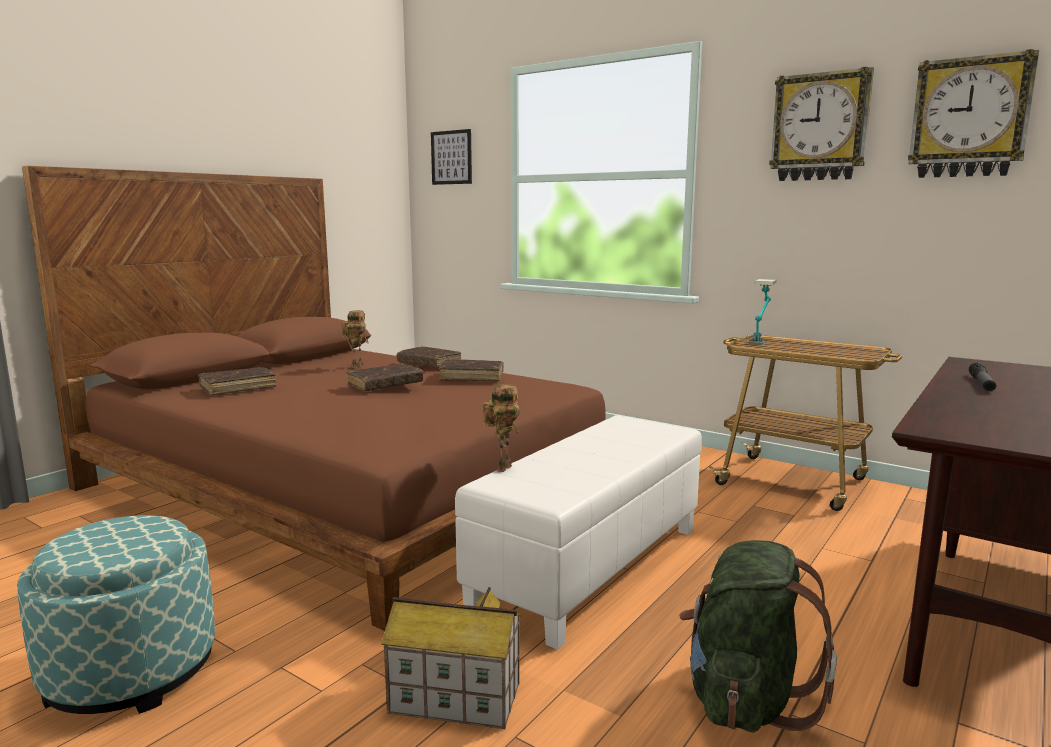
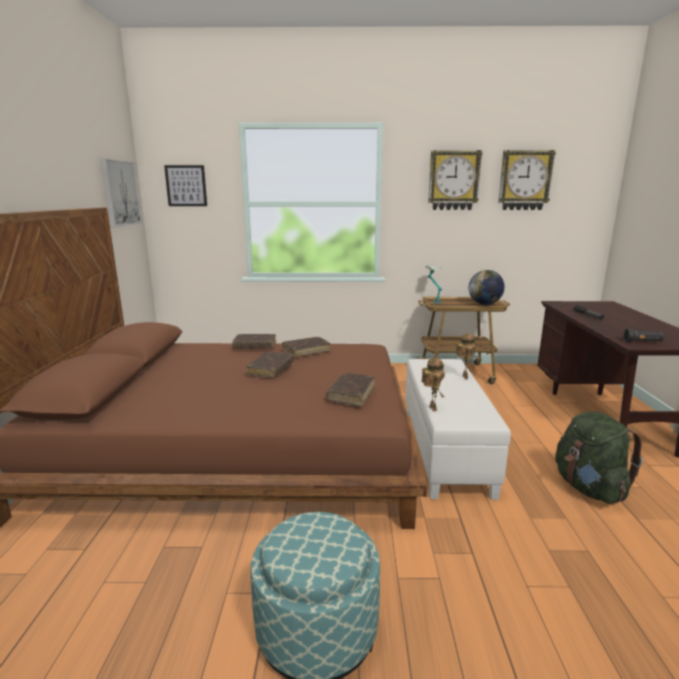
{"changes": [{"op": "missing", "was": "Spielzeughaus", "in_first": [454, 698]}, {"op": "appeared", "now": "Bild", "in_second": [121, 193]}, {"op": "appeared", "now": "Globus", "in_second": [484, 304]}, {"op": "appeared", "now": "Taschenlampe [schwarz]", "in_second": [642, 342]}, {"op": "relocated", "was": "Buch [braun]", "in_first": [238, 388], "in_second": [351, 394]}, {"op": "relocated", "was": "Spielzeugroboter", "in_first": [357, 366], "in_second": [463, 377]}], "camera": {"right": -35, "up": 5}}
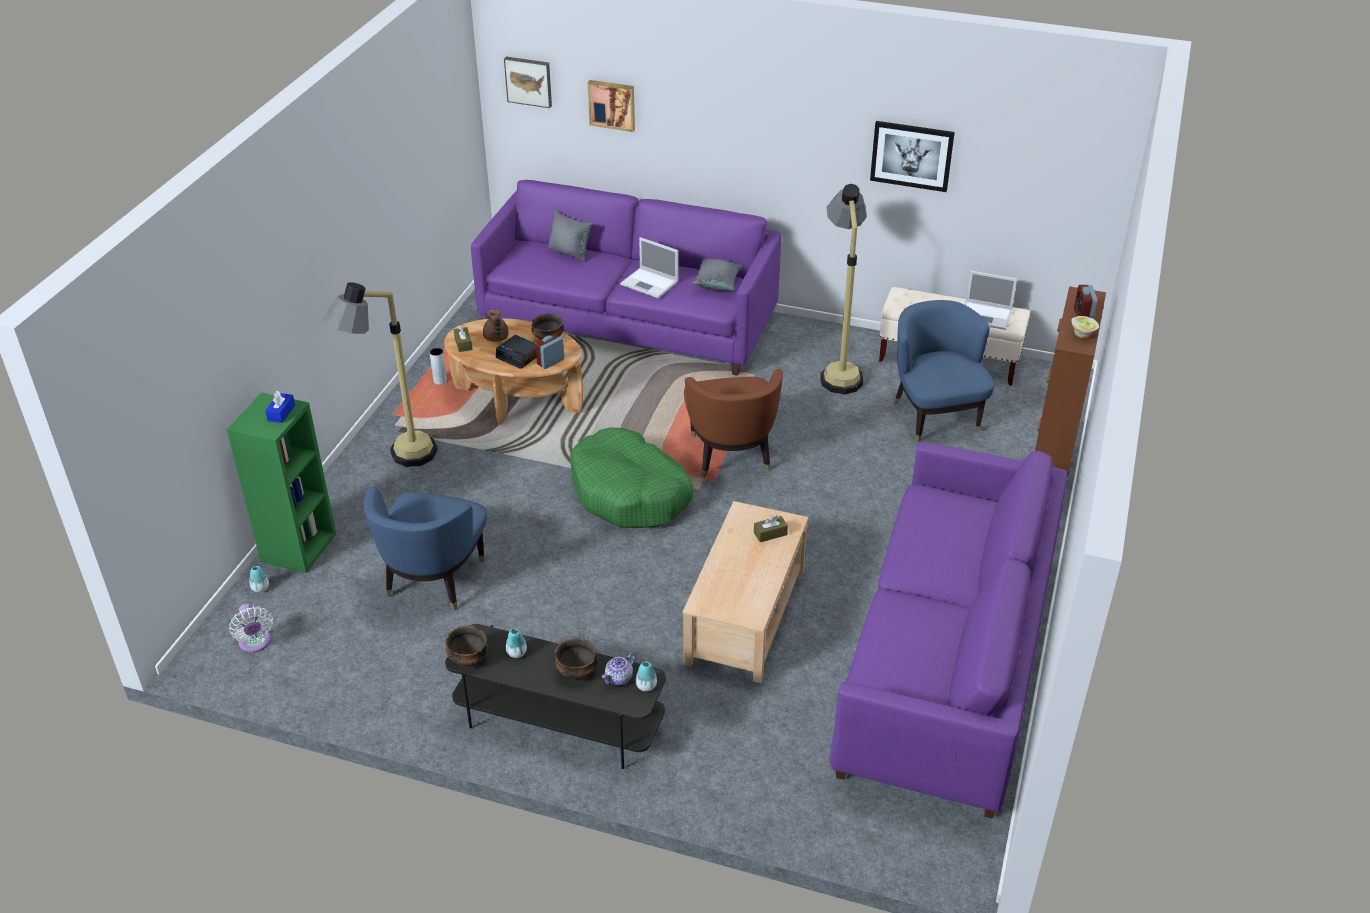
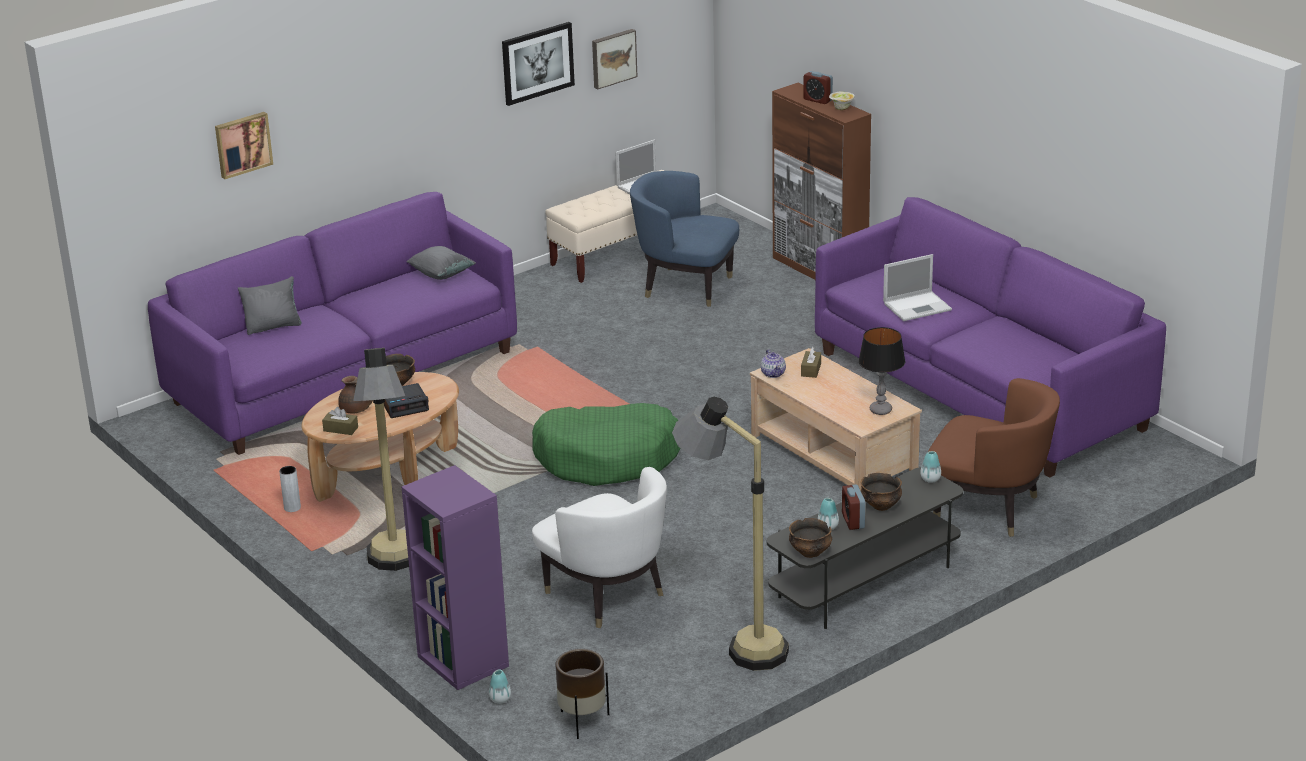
{"changes": [{"op": "missing", "was": "Taschentuchbox [blau]", "in_first": [281, 413]}, {"op": "appeared", "now": "Tischlampe", "in_second": [880, 410]}, {"op": "relocated", "was": "Bild", "in_first": [529, 81], "in_second": [613, 58]}, {"op": "relocated", "was": "Wecker", "in_first": [550, 362], "in_second": [853, 521]}, {"op": "relocated", "was": "Teekanne", "in_first": [619, 678], "in_second": [773, 373]}, {"op": "relocated", "was": "Laptop", "in_first": [650, 283], "in_second": [918, 306]}, {"op": "relocated", "was": "Sessel [braun]", "in_first": [730, 454], "in_second": [989, 508]}, {"op": "relocated", "was": "Stehlampe", "in_first": [838, 369], "in_second": [734, 645]}, {"op": "exchanged", "was": "Ventilator [weiß]", "now": "Pflanzkübel [braun]", "in_first": [255, 643], "in_second": [582, 721]}, {"op": "colour", "was": "Bücherregal [grün]", "now": "Bücherregal [lila]", "in_first": [298, 547], "in_second": [461, 661]}, {"op": "colour", "was": "Sessel [blau]", "now": "Sessel [weiß]", "in_first": [434, 579], "in_second": [606, 595]}], "camera": {"right": -55, "up": -10}}
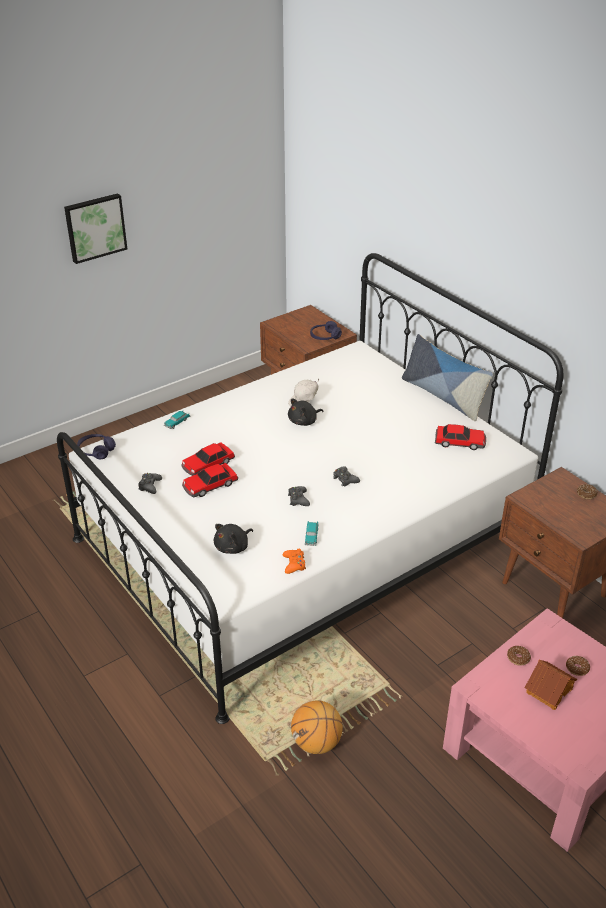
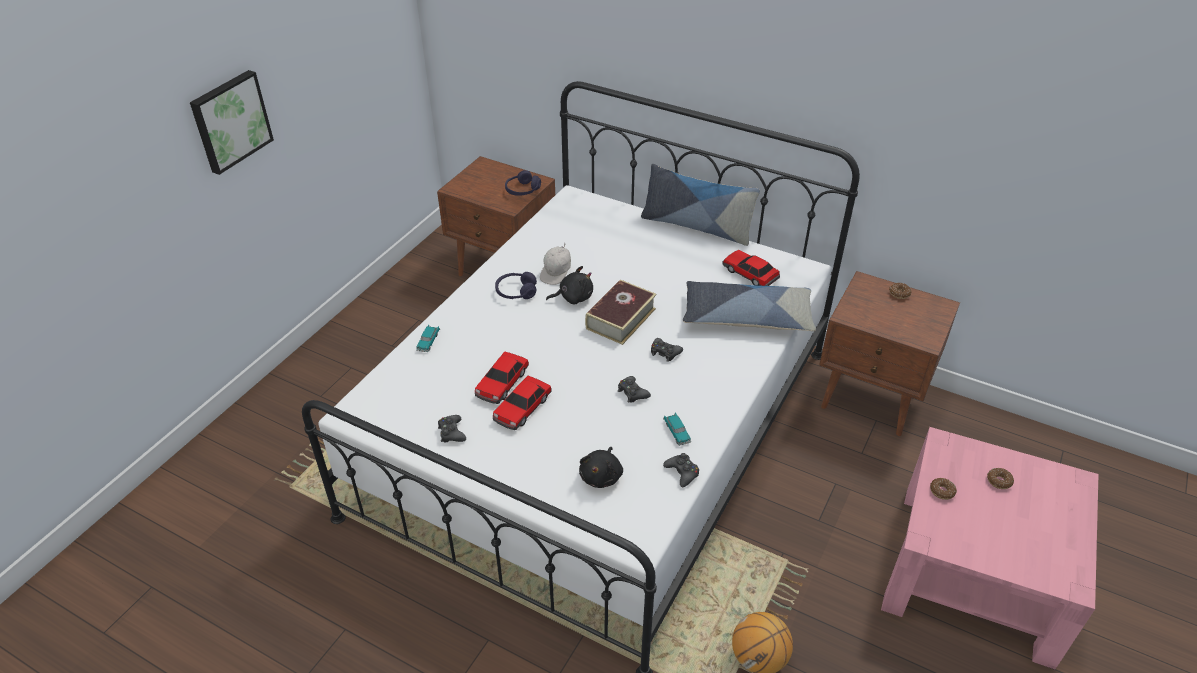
{"changes": [{"op": "missing", "was": "Spielzeughaus", "in_first": [548, 690]}, {"op": "appeared", "now": "Buch", "in_second": [620, 318]}, {"op": "appeared", "now": "Kissen", "in_second": [746, 316]}, {"op": "relocated", "was": "Kopfhörer [lila]", "in_first": [96, 451], "in_second": [516, 292]}, {"op": "colour", "was": "Gamepad [orange]", "now": "Gamepad [schwarz]", "in_first": [294, 564], "in_second": [682, 472]}, {"op": "spun", "was": "Plüschtier [schwarz]", "in_first": [304, 421], "in_second": [573, 297], "clockwise": -135}, {"op": "spun", "was": "Spielzeugauto", "in_first": [460, 442], "in_second": [749, 274], "clockwise": -120}], "camera": {"right": -25, "up": 5}}
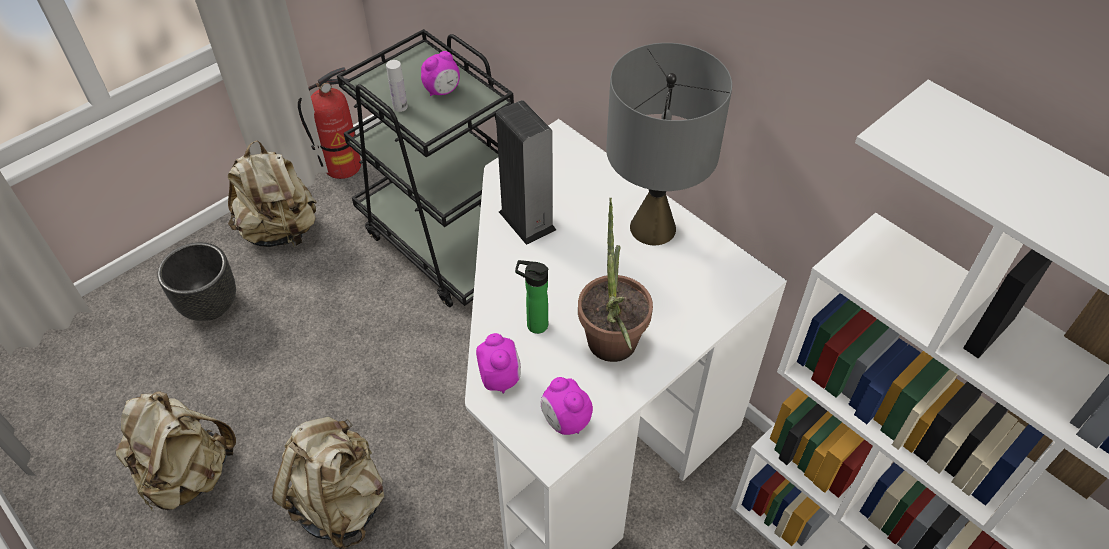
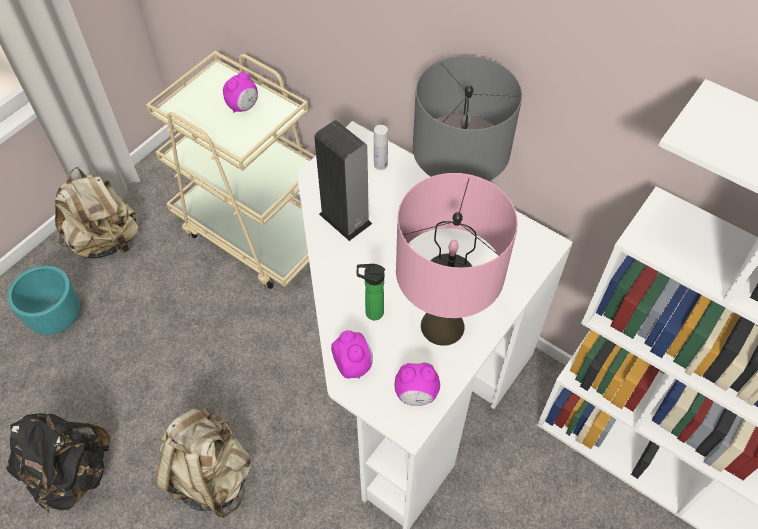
{"changes": [{"op": "missing", "was": "Feuerlöscher", "in_first": [343, 166]}, {"op": "relocated", "was": "Flasche [weiß]", "in_first": [400, 107], "in_second": [380, 164]}, {"op": "exchanged", "was": "Topfpflanze", "now": "Tischlampe [rosa]", "in_first": [611, 351], "in_second": [442, 326]}, {"op": "colour", "was": "Rucksack [beige]", "now": "Rucksack [schwarz]", "in_first": [188, 474], "in_second": [72, 473]}, {"op": "colour", "was": "Pflanzkübel [schwarz]", "now": "Pflanzkübel [türkis]", "in_first": [211, 306], "in_second": [59, 318]}, {"op": "colour", "was": "Rollwagen [schwarz]", "now": "Rollwagen [beige]", "in_first": [446, 242], "in_second": [256, 231]}, {"op": "spun", "was": "Wecker", "in_first": [565, 421], "in_second": [416, 395], "clockwise": -45}], "camera": {"right": -10, "up": 5}}
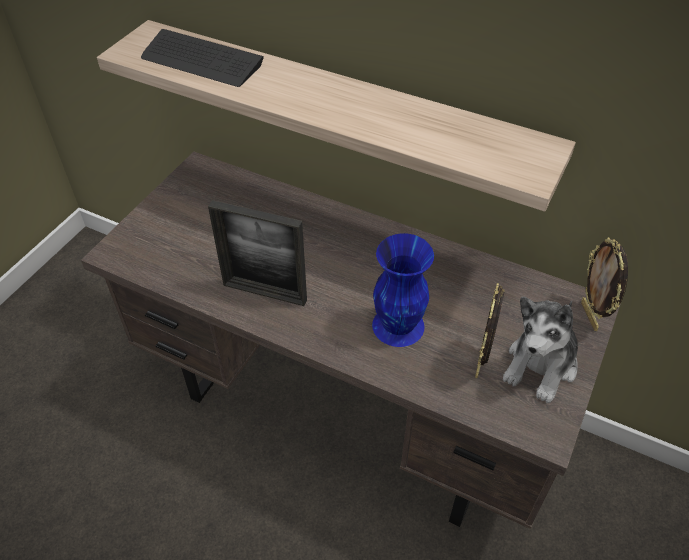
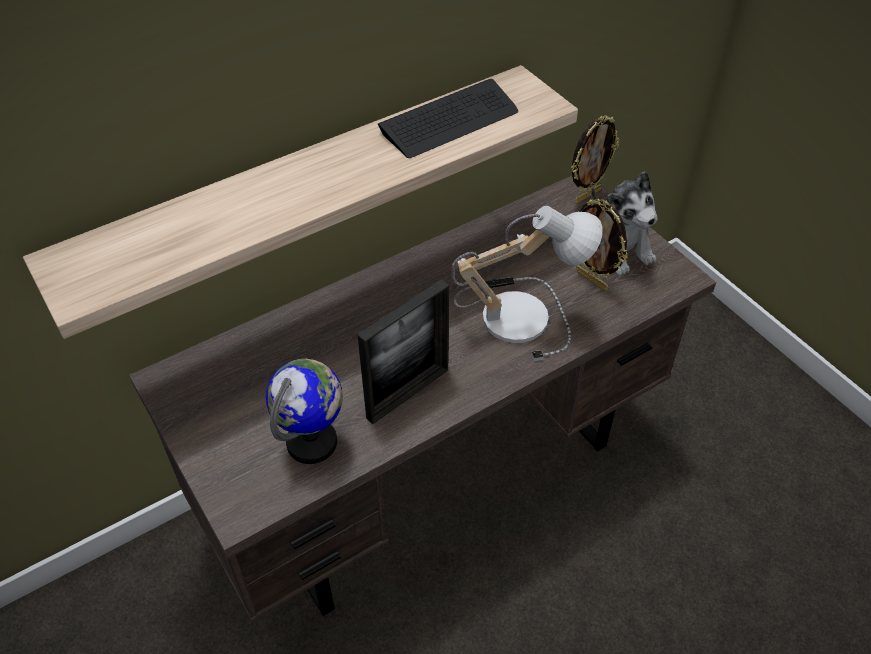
{"changes": [{"op": "appeared", "now": "Globus", "in_second": [312, 442]}, {"op": "relocated", "was": "Tastatur", "in_first": [201, 60], "in_second": [449, 121]}, {"op": "exchanged", "was": "Vase [blau]", "now": "Tischlampe", "in_first": [398, 325], "in_second": [518, 312]}, {"op": "spun", "was": "Bilderrahmen", "in_first": [590, 316], "in_second": [587, 195], "clockwise": -60}], "camera": {"right": -60, "up": 0}}
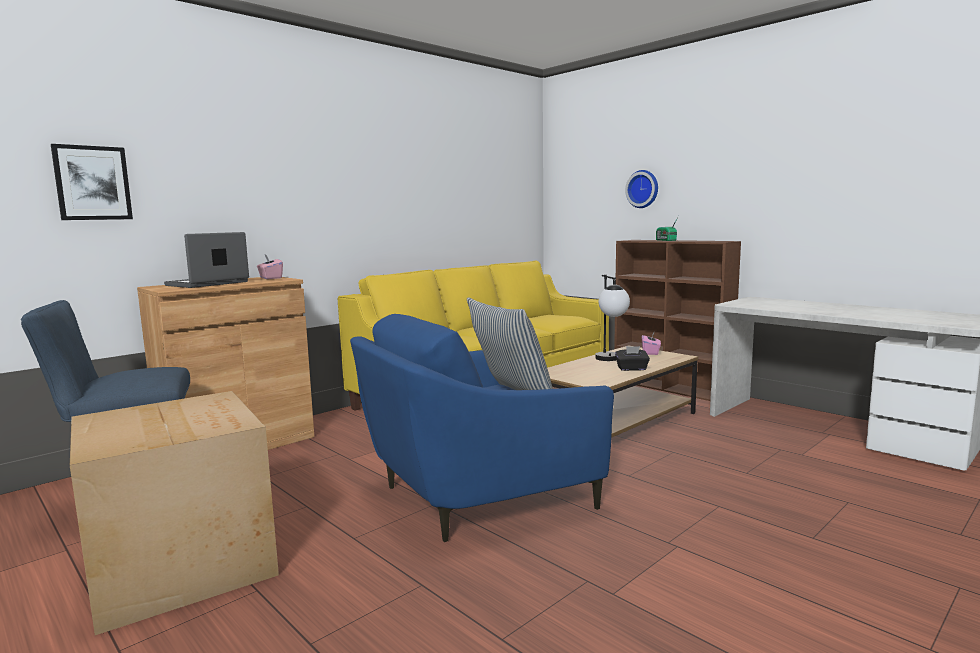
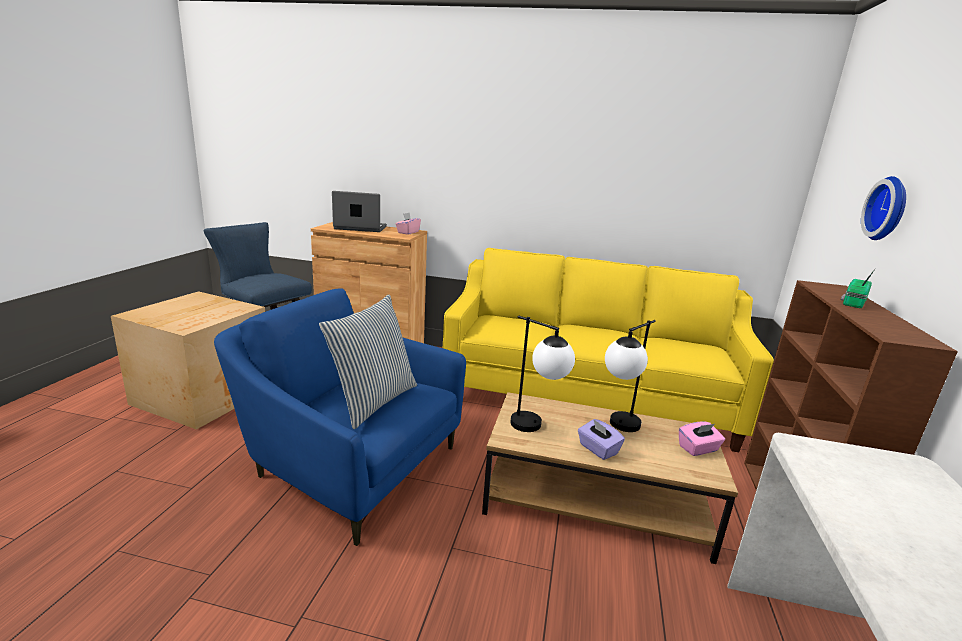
{"changes": [{"op": "missing", "was": "Bild", "in_first": [92, 183]}, {"op": "appeared", "now": "Tischlampe", "in_second": [536, 428]}, {"op": "colour", "was": "Taschentuchbox [schwarz]", "now": "Taschentuchbox [lila]", "in_first": [632, 369], "in_second": [597, 449]}], "camera": {"right": 55, "up": 10}}
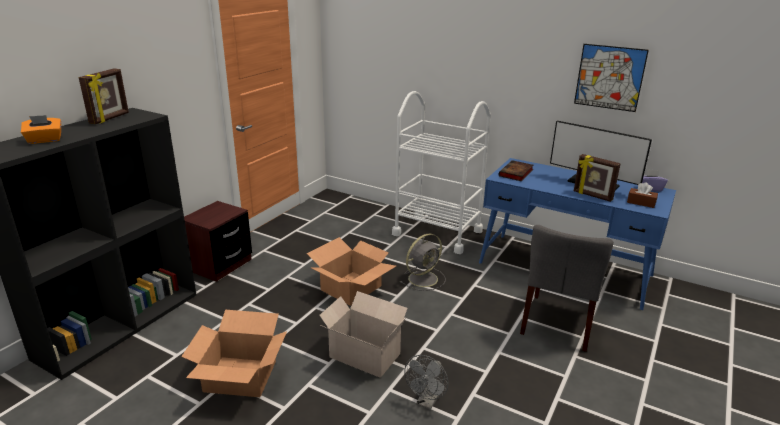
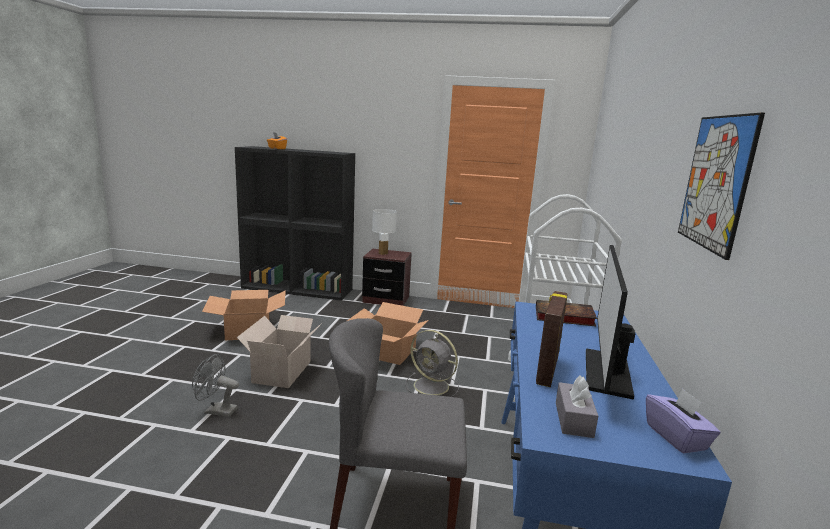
{"changes": [{"op": "missing", "was": "Bilderrahmen", "in_first": [110, 118]}, {"op": "appeared", "now": "Tischlampe [weiß]", "in_second": [383, 253]}, {"op": "colour", "was": "Taschentuchbox [braun]", "now": "Taschentuchbox [grau]", "in_first": [641, 203], "in_second": [573, 419]}], "camera": {"right": 70, "up": -10}}
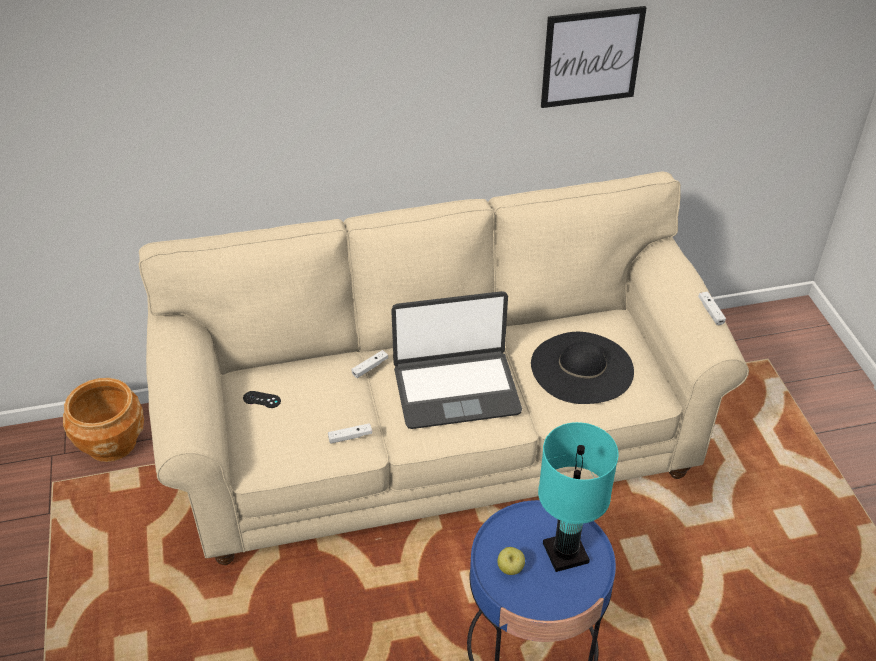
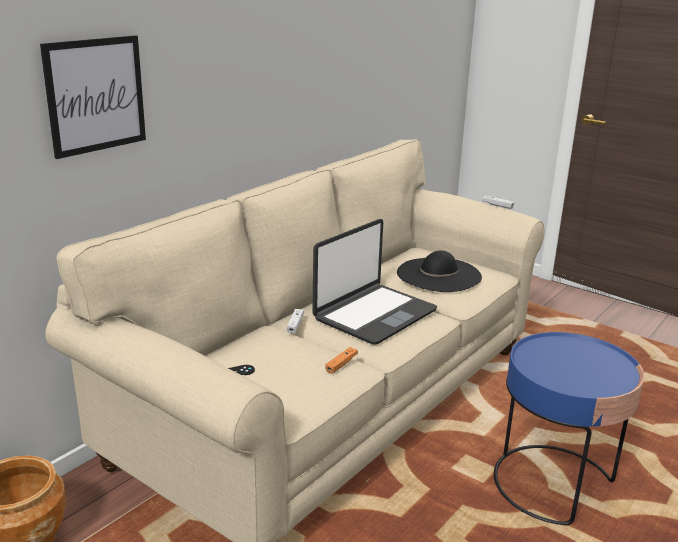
{"changes": [{"op": "missing", "was": "Apfel", "in_first": [510, 569]}, {"op": "missing", "was": "Tischlampe [türkis]", "in_first": [564, 552]}, {"op": "relocated", "was": "Bild", "in_first": [591, 57], "in_second": [96, 95]}, {"op": "colour", "was": "Gamepad [weiß]", "now": "Gamepad [orange]", "in_first": [350, 437], "in_second": [341, 364]}], "camera": {"right": -40, "up": -20}}
